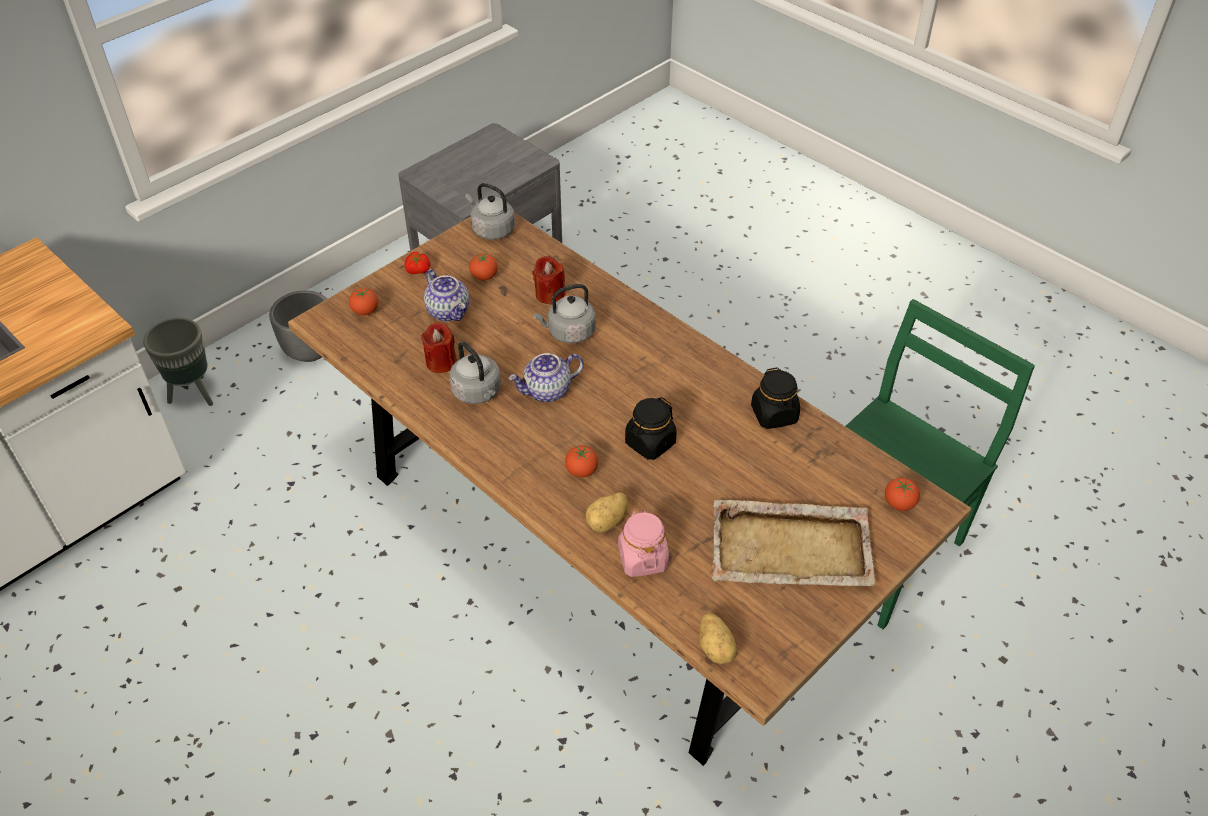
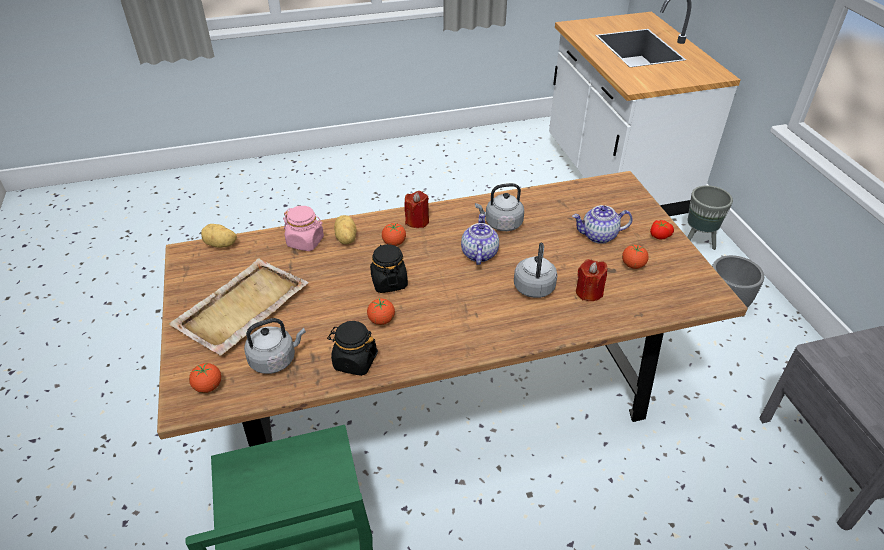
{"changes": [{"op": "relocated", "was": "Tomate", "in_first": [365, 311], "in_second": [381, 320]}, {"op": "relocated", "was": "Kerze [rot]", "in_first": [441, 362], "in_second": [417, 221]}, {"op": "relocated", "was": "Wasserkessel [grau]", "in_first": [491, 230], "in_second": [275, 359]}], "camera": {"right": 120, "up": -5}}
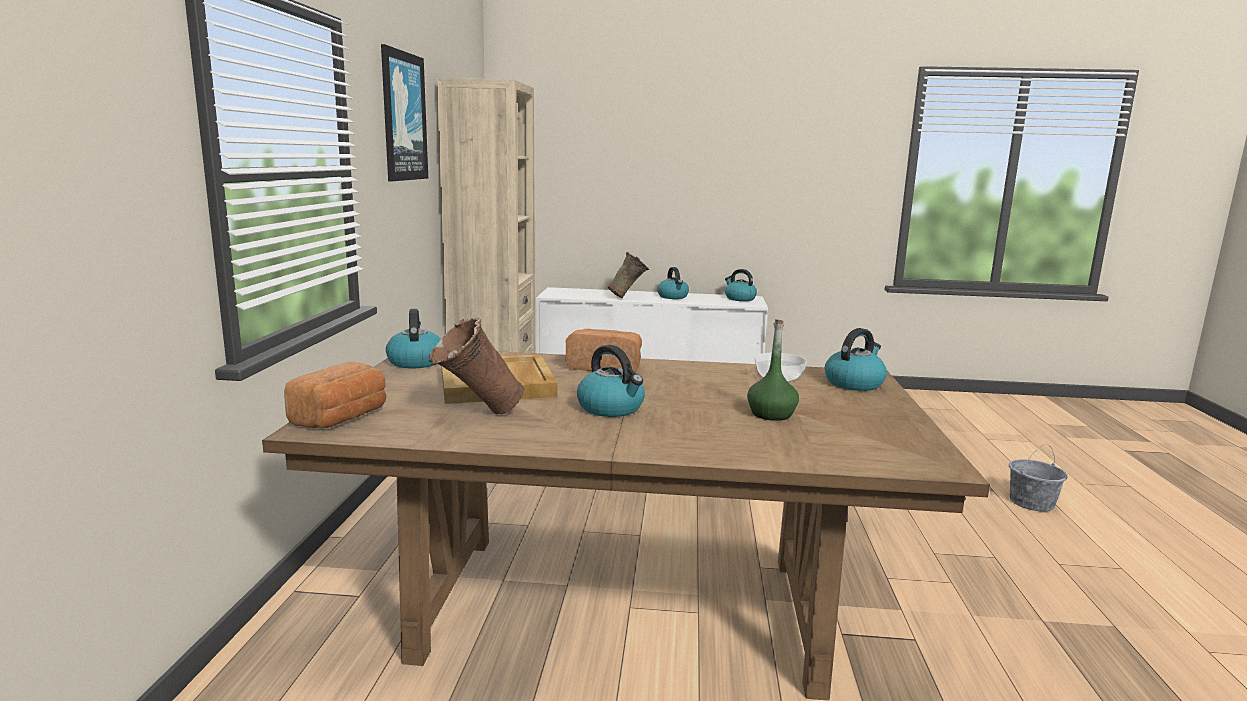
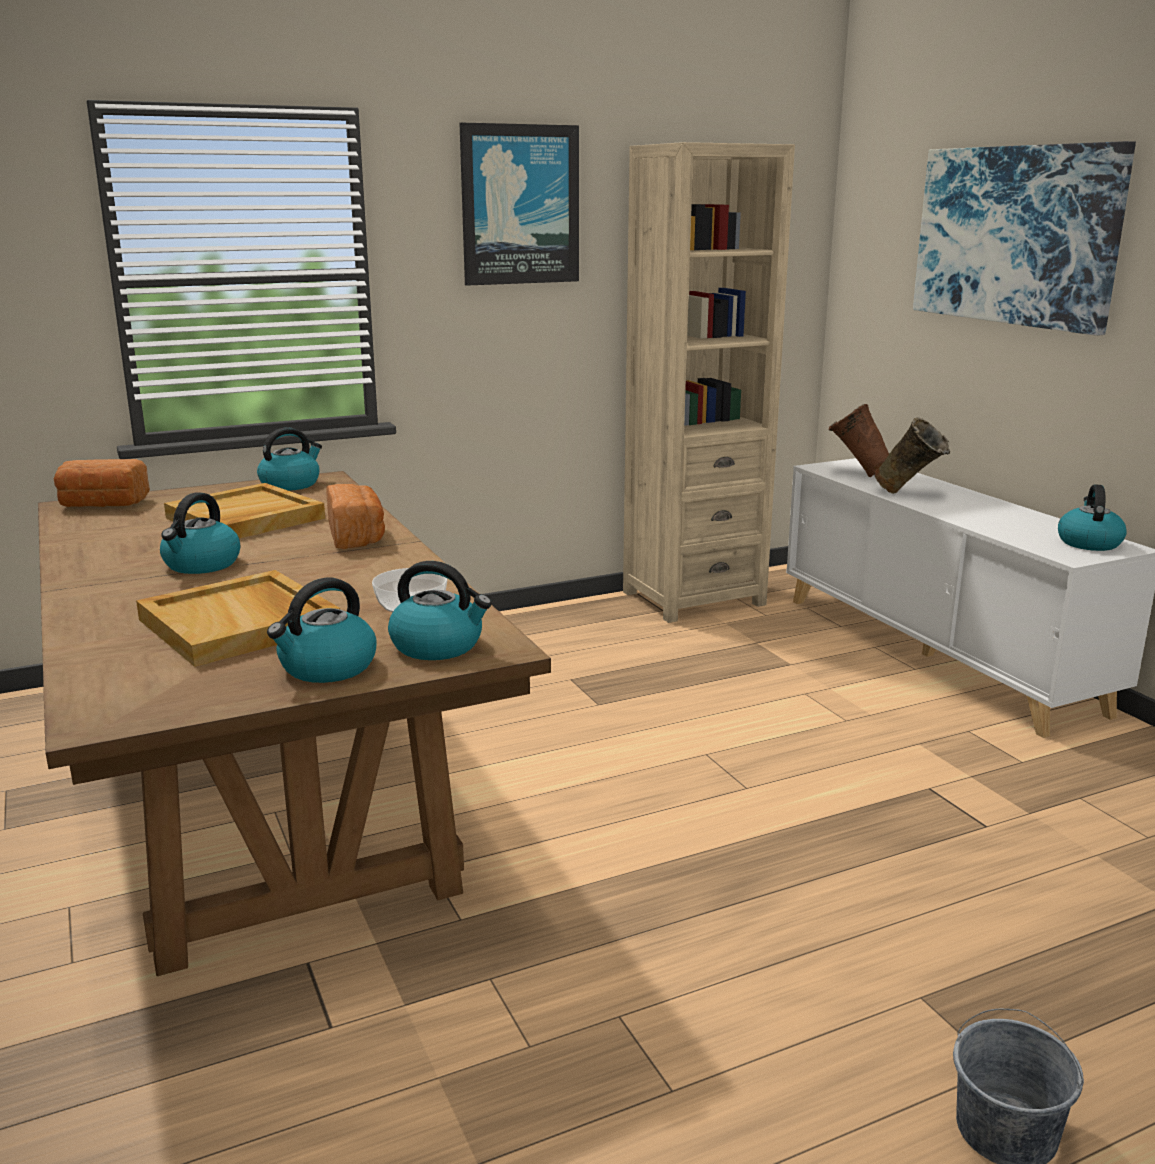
{"changes": [{"op": "appeared", "now": "Bild", "in_second": [1015, 235]}, {"op": "relocated", "was": "Vase [braun]", "in_first": [476, 416], "in_second": [856, 475]}, {"op": "relocated", "was": "Wasserkessel", "in_first": [673, 297], "in_second": [327, 668]}, {"op": "exchanged", "was": "Flasche [grün]", "now": "Tablett [beige]", "in_first": [771, 414], "in_second": [241, 624]}], "camera": {"right": 60, "up": 5}}
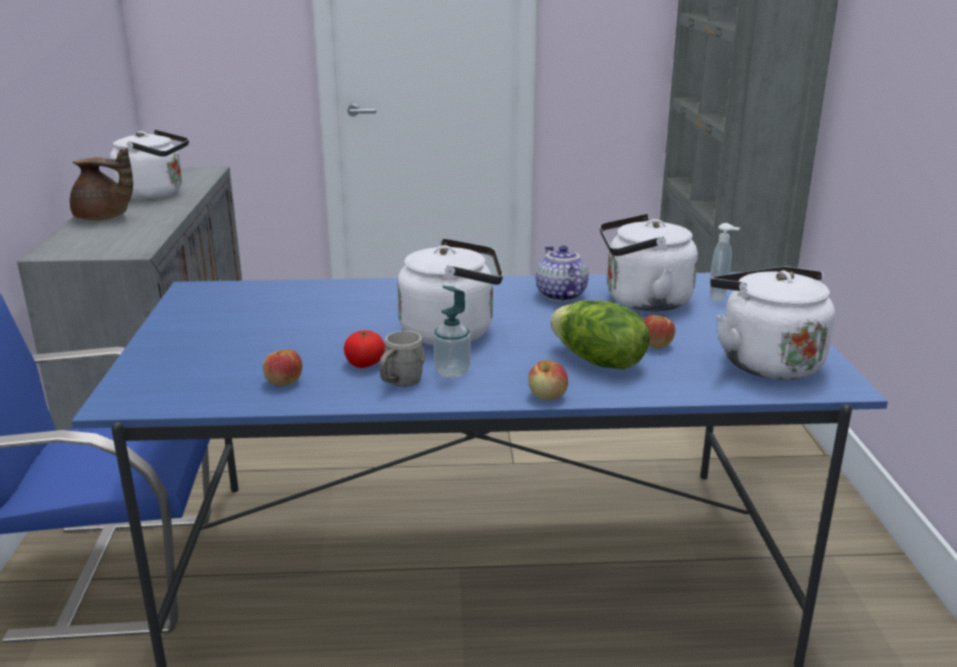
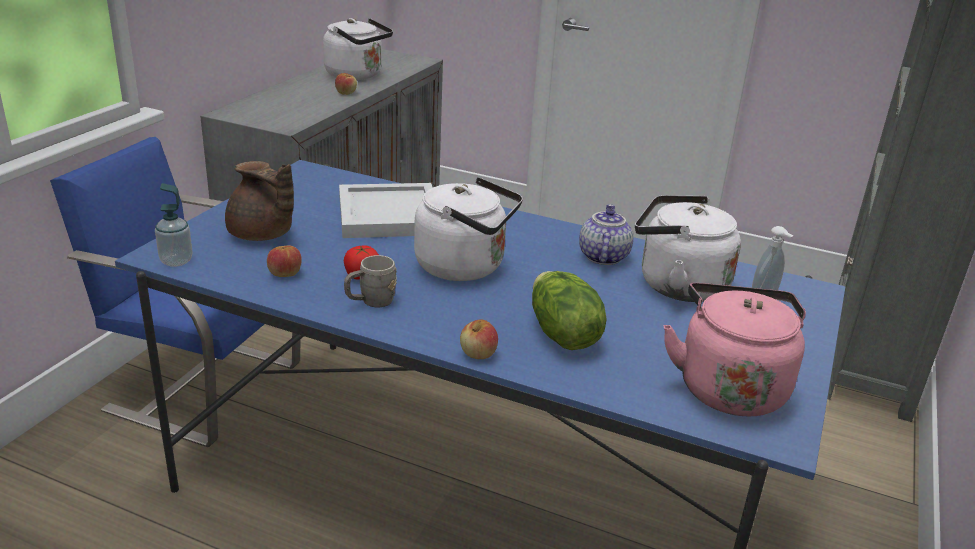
{"changes": [{"op": "appeared", "now": "Tablett [weiß]", "in_second": [390, 216]}, {"op": "relocated", "was": "Teekanne [braun]", "in_first": [103, 218], "in_second": [262, 235]}, {"op": "relocated", "was": "Seifenspender", "in_first": [452, 372], "in_second": [176, 261]}, {"op": "relocated", "was": "Apfel", "in_first": [655, 344], "in_second": [346, 93]}, {"op": "colour", "was": "Wasserkessel [weiß]", "now": "Wasserkessel [rosa]", "in_first": [765, 361], "in_second": [729, 386]}], "camera": {"right": 25, "up": 5}}
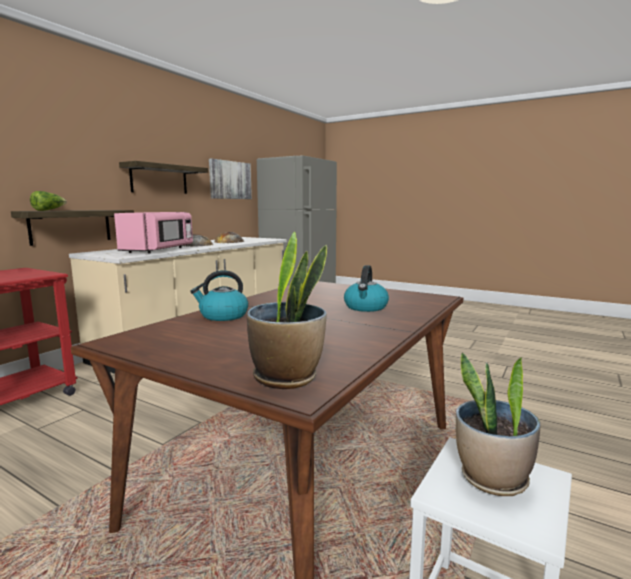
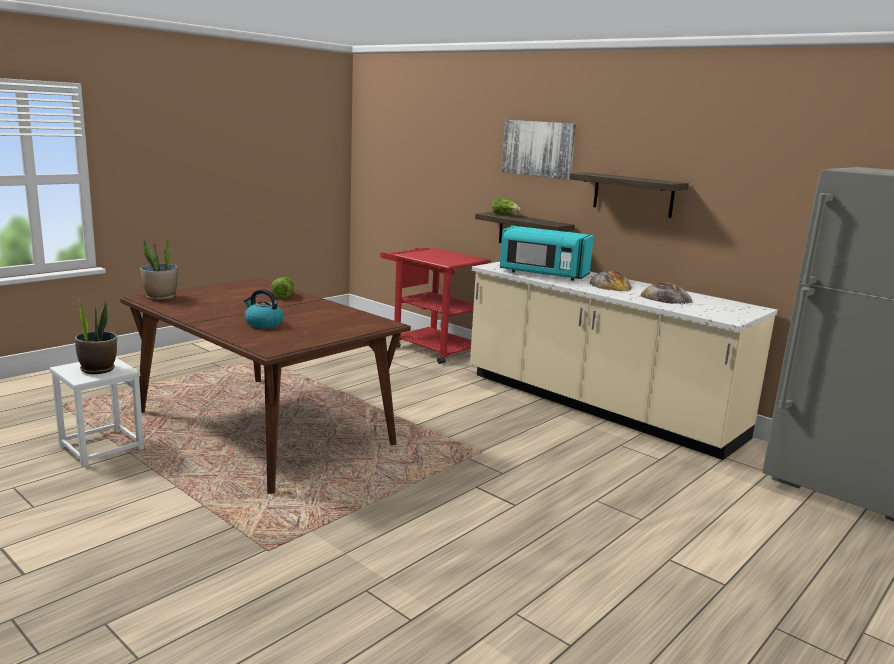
{"changes": [{"op": "relocated", "was": "Bild", "in_first": [230, 180], "in_second": [538, 149]}, {"op": "exchanged", "was": "Wasserkessel", "now": "Salatkopf", "in_first": [223, 316], "in_second": [282, 296]}, {"op": "colour", "was": "Mikrowelle [rosa]", "now": "Mikrowelle [türkis]", "in_first": [159, 250], "in_second": [542, 274]}], "camera": {"right": 100, "up": 5}}
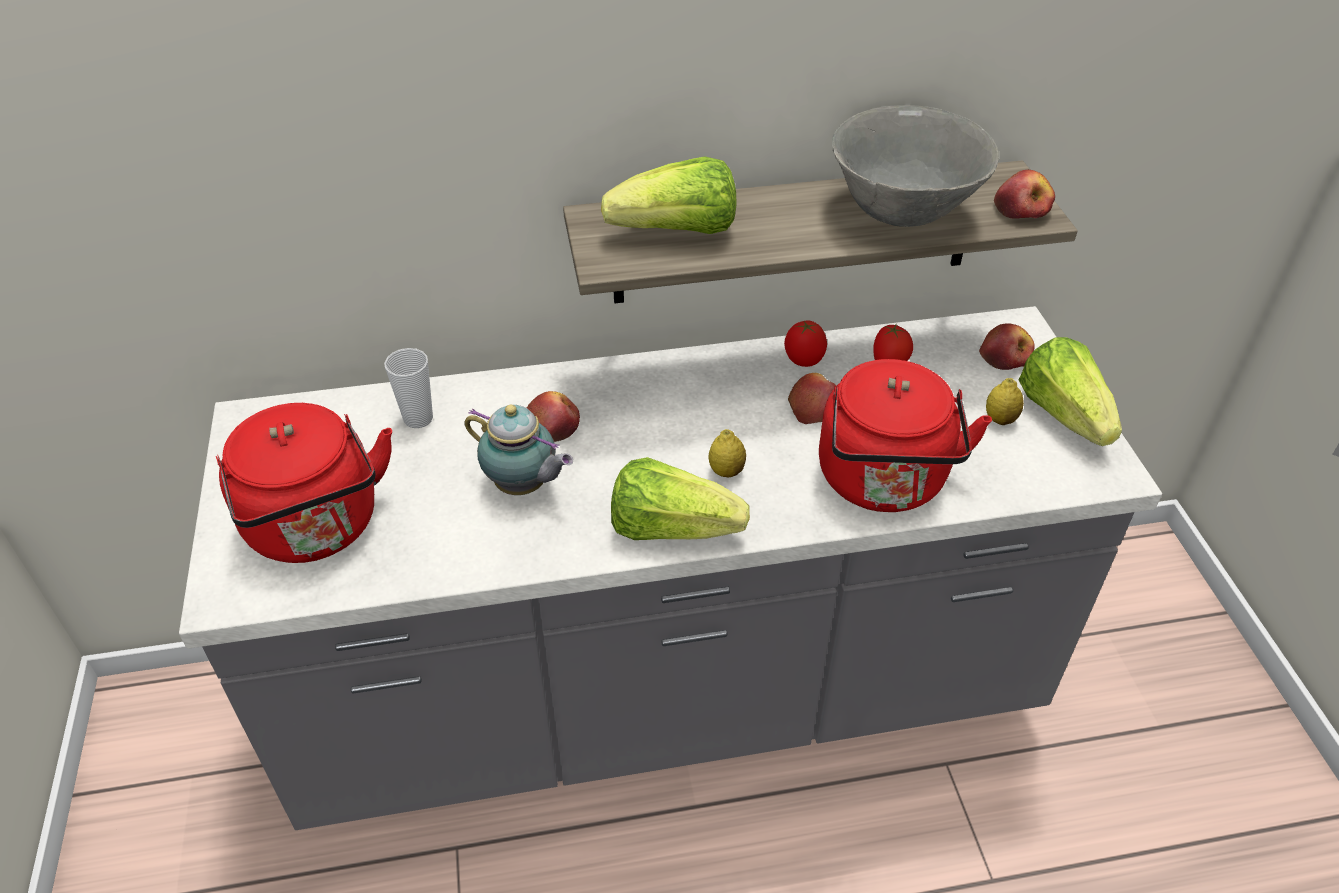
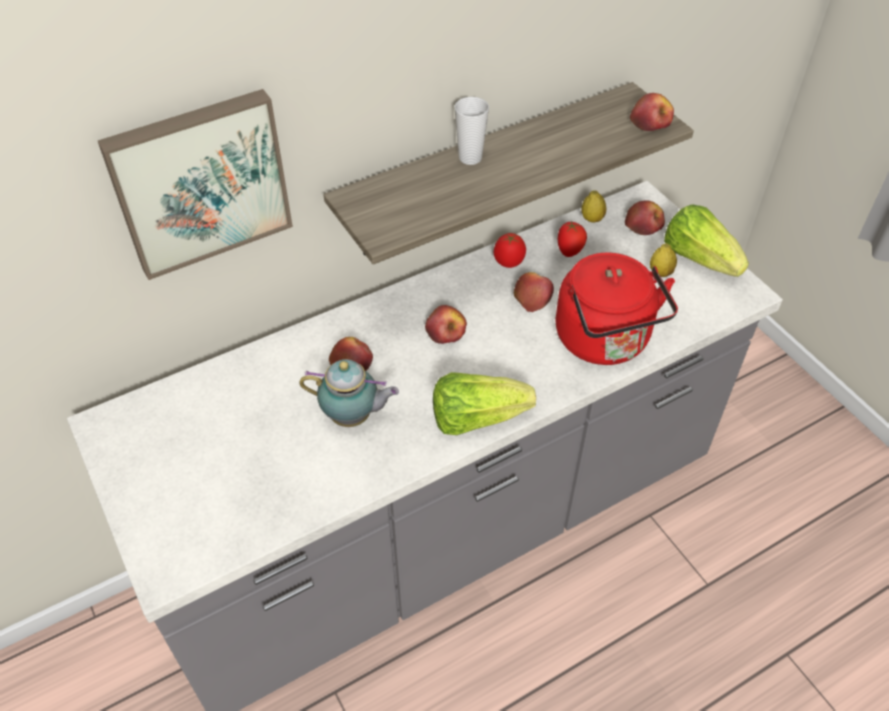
{"changes": [{"op": "missing", "was": "Wasserkessel [rot]", "in_first": [317, 529]}, {"op": "missing", "was": "Salatkopf", "in_first": [677, 232]}, {"op": "missing", "was": "Schüssel [grau]", "in_first": [903, 212]}, {"op": "appeared", "now": "Bild", "in_second": [200, 182]}, {"op": "appeared", "now": "Apfel", "in_second": [445, 331]}, {"op": "relocated", "was": "Tasse", "in_first": [418, 418], "in_second": [470, 158]}, {"op": "relocated", "was": "Zitrone", "in_first": [726, 471], "in_second": [592, 219]}], "camera": {"right": -20, "up": 5}}
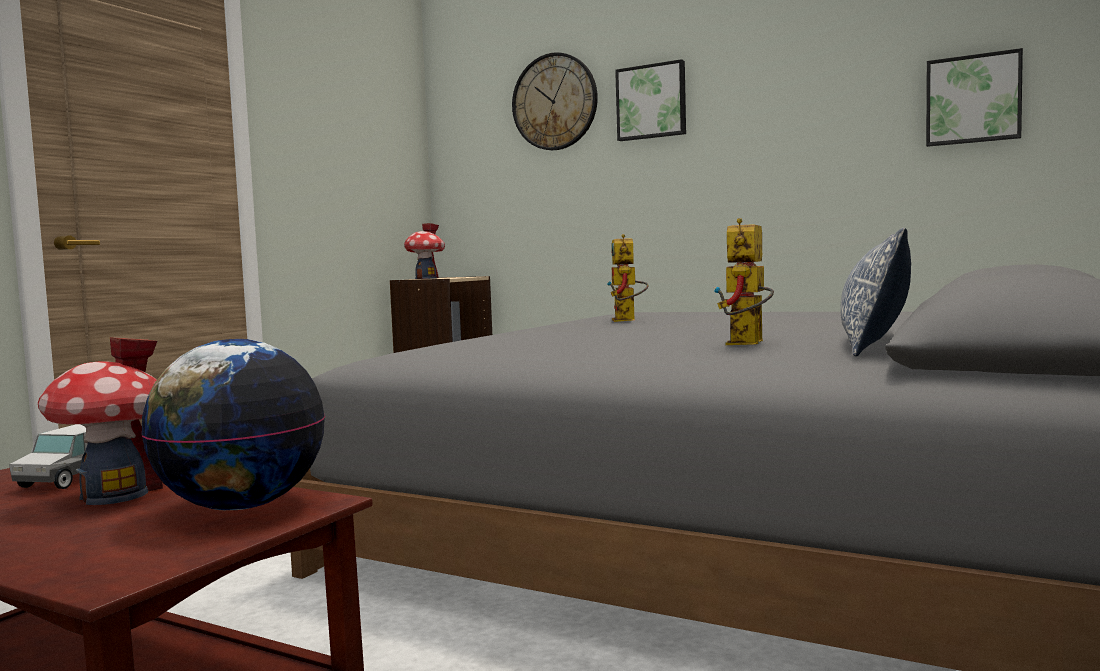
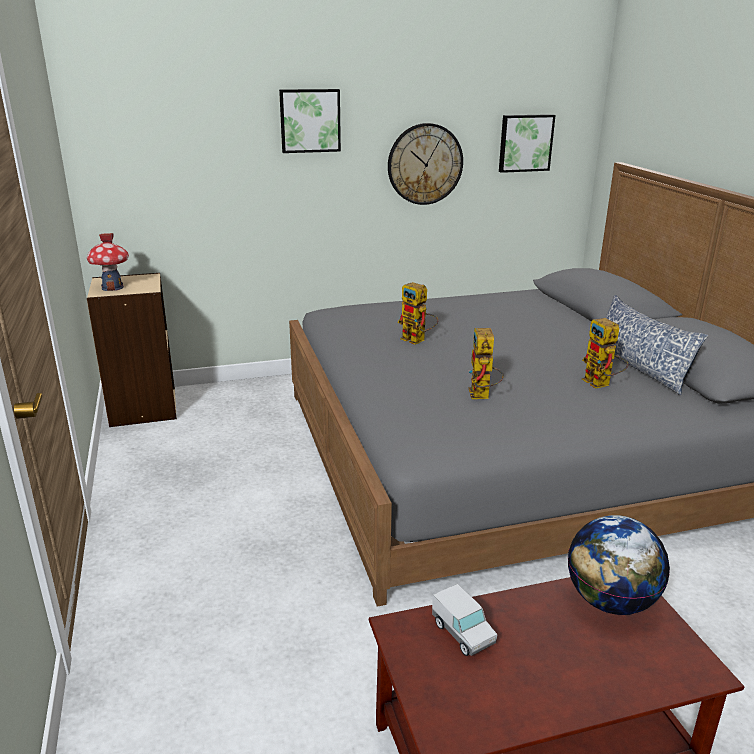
{"changes": [{"op": "missing", "was": "Spielzeughaus", "in_first": [114, 495]}, {"op": "appeared", "now": "Spielzeugroboter", "in_second": [482, 396]}, {"op": "relocated", "was": "Wanduhr", "in_first": [555, 102], "in_second": [425, 164]}], "camera": {"right": -45, "up": 20}}
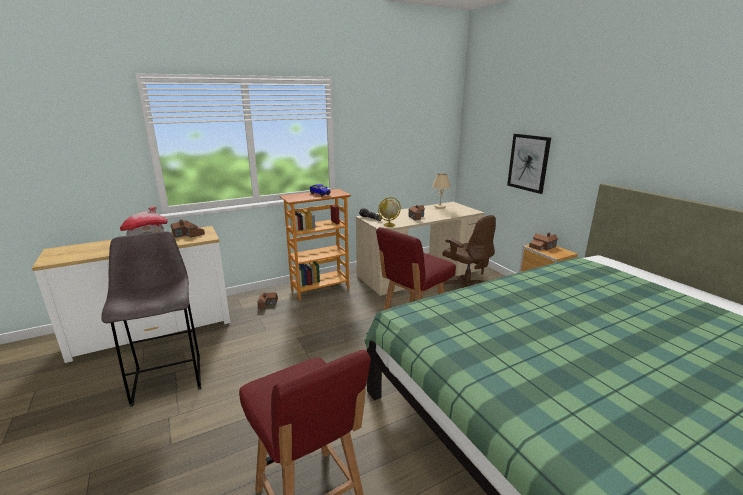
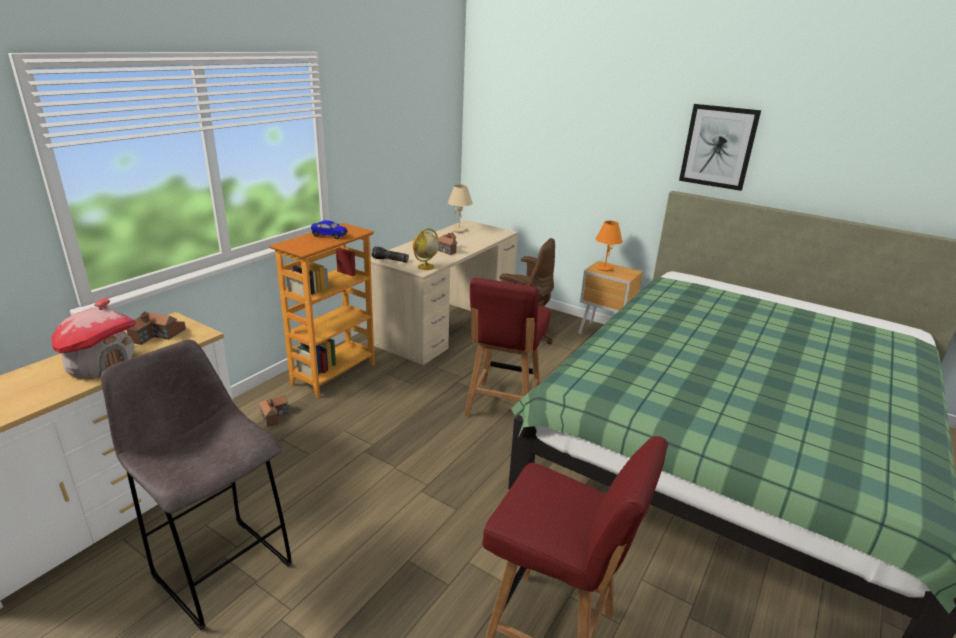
{"changes": [{"op": "relocated", "was": "Bild", "in_first": [528, 163], "in_second": [718, 147]}, {"op": "exchanged", "was": "Spielzeughaus", "now": "Tischlampe [orange]", "in_first": [542, 247], "in_second": [604, 268]}], "camera": {"right": -30, "up": 5}}
